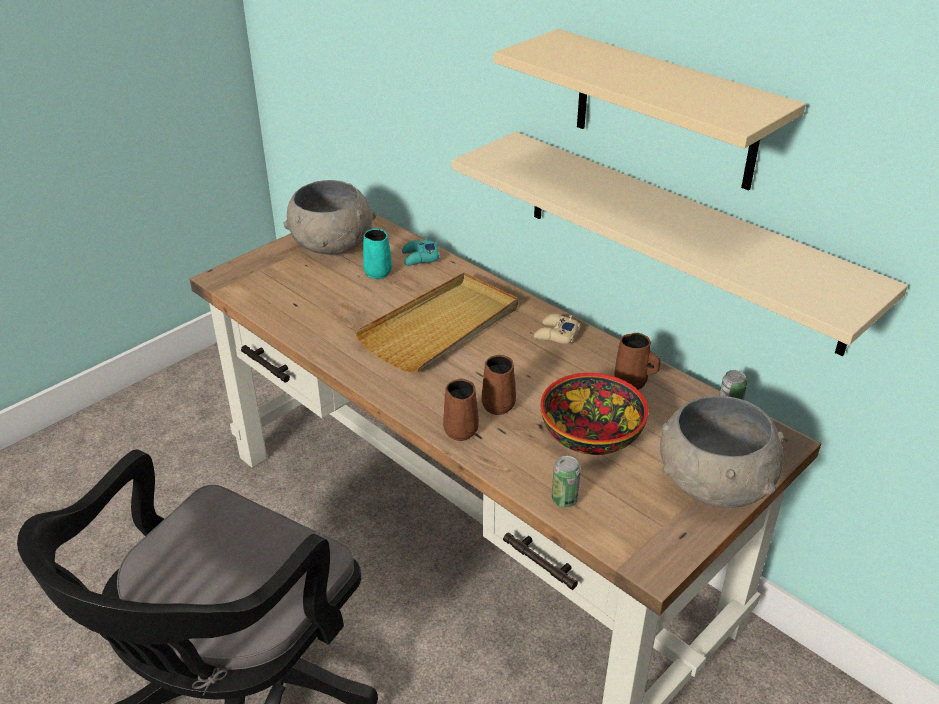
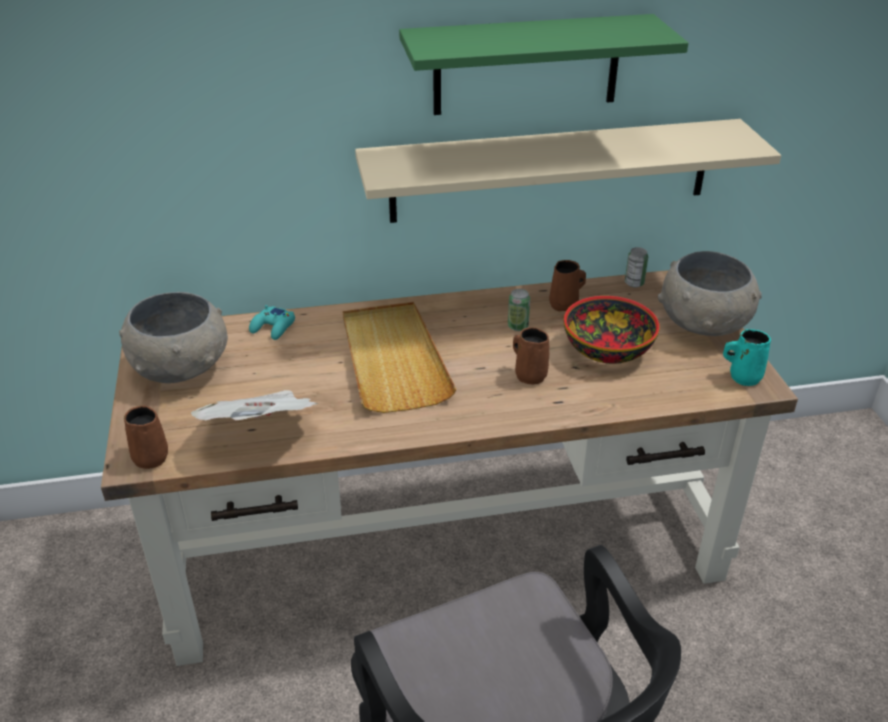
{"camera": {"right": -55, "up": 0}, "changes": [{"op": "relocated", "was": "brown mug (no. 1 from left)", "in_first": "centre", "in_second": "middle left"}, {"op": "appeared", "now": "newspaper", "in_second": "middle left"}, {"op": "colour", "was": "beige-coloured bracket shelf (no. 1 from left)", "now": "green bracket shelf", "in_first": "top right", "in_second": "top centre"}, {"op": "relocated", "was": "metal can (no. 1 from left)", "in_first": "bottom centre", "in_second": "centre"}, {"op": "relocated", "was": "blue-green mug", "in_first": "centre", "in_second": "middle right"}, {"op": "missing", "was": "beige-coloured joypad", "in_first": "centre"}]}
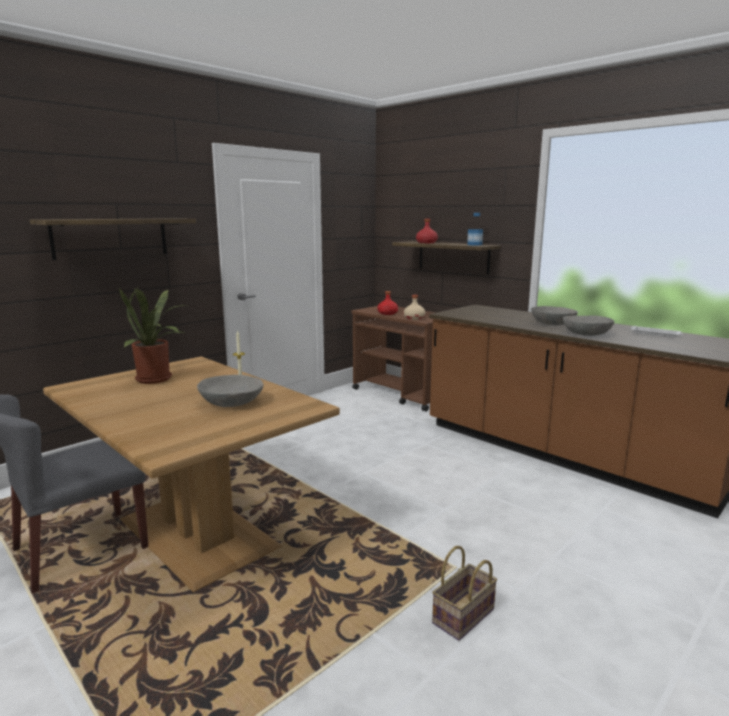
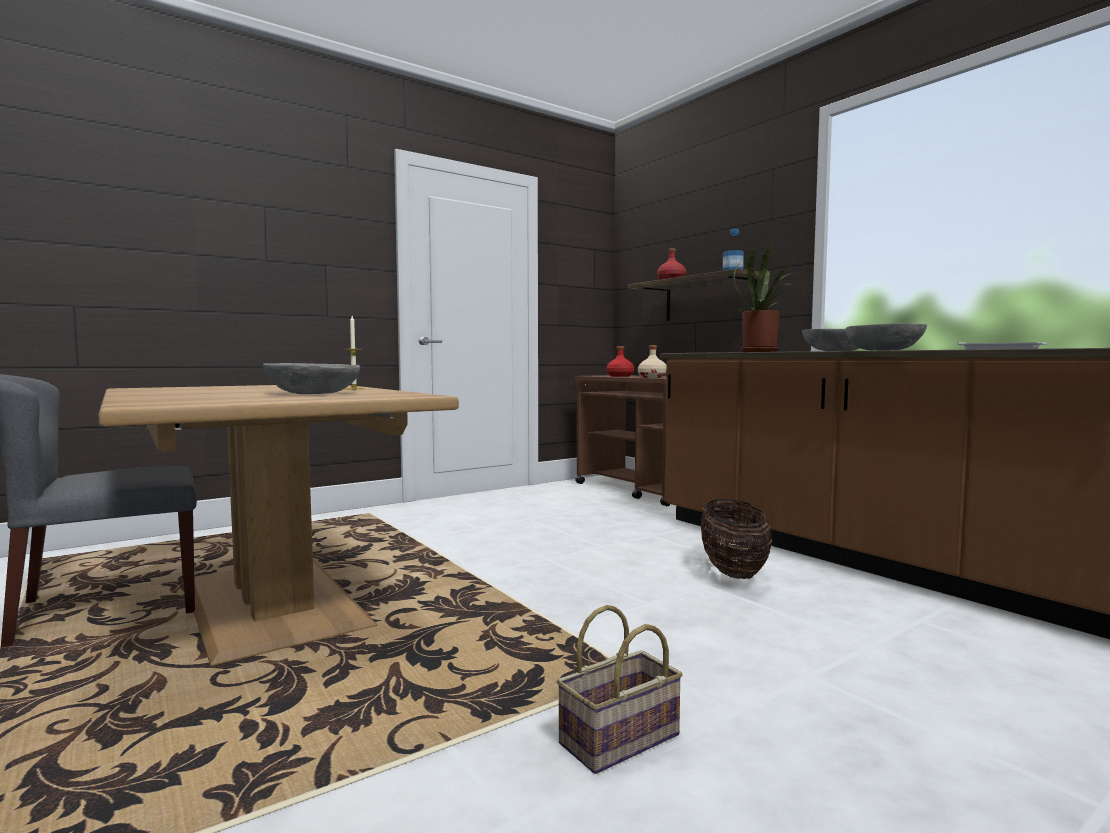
{"camera": {"right": 10, "up": -10}, "changes": [{"op": "appeared", "now": "storage basket (no. 2 from left)", "in_second": "centre"}, {"op": "relocated", "was": "houseplant", "in_first": "middle left", "in_second": "middle right"}, {"op": "missing", "was": "bracket shelf (no. 1 from left)", "in_first": "middle left"}]}
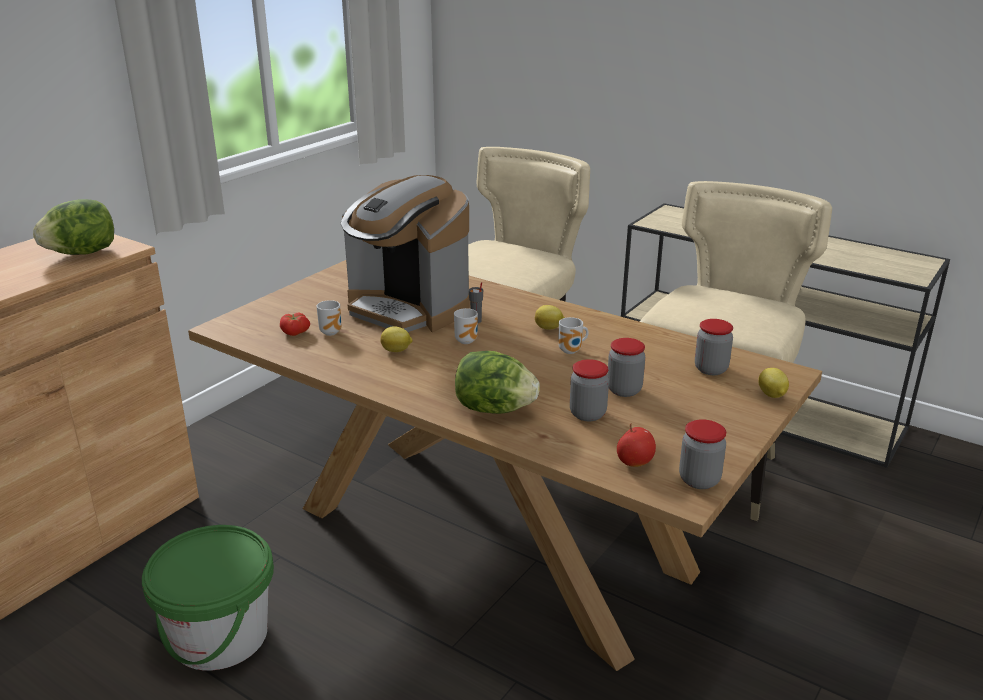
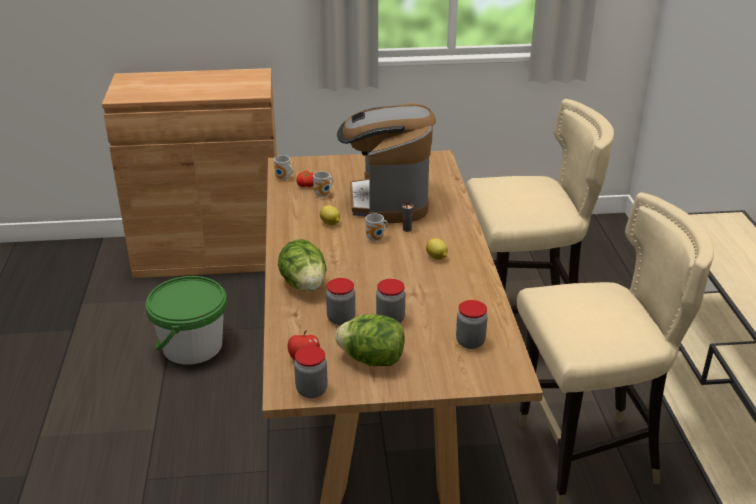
{"camera": {"right": 50, "up": 5}, "changes": [{"op": "relocated", "was": "mug (no. 3 from left in the first image)", "now": "mug (no. 1 from left)", "in_first": "centre", "in_second": "top centre"}, {"op": "relocated", "was": "lettuce (no. 1 from left in the first image)", "now": "lettuce (no. 2 from left)", "in_first": "top left", "in_second": "bottom centre"}, {"op": "missing", "was": "lemon (no. 3 from left)", "in_first": "middle right"}]}
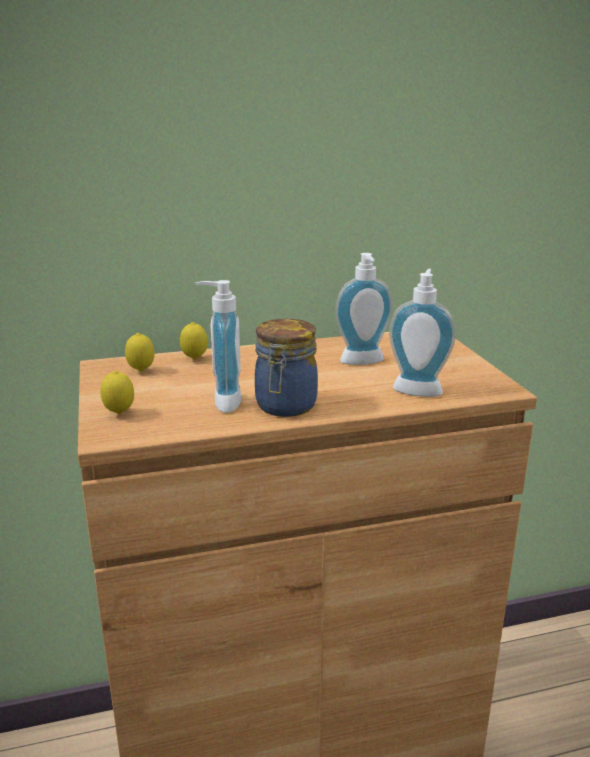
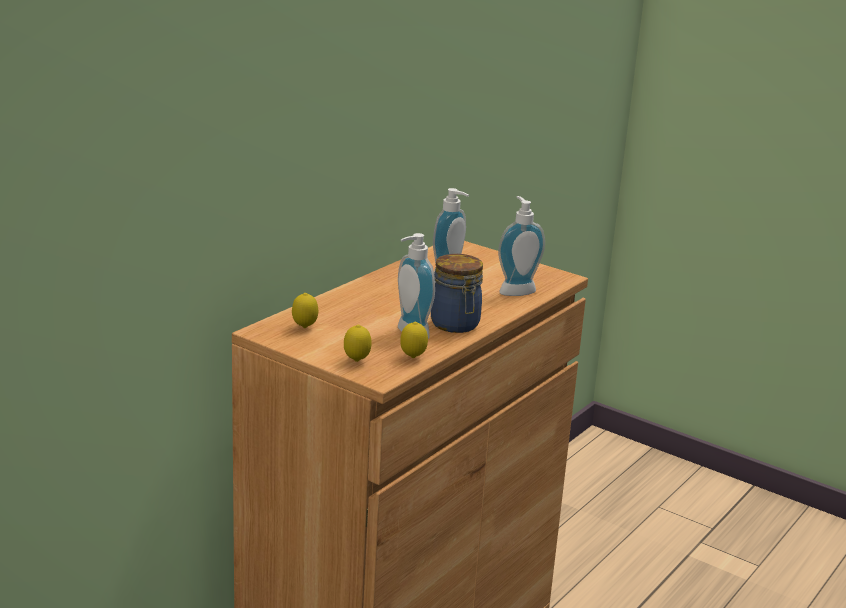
{"camera": {"right": -40, "up": 0}, "changes": [{"op": "relocated", "was": "lemon (no. 3 from left)", "in_first": "middle left", "in_second": "centre"}]}
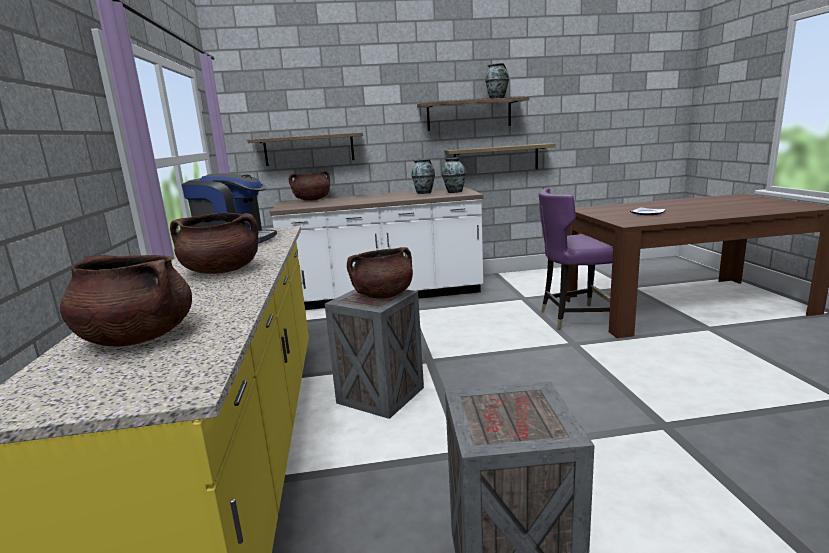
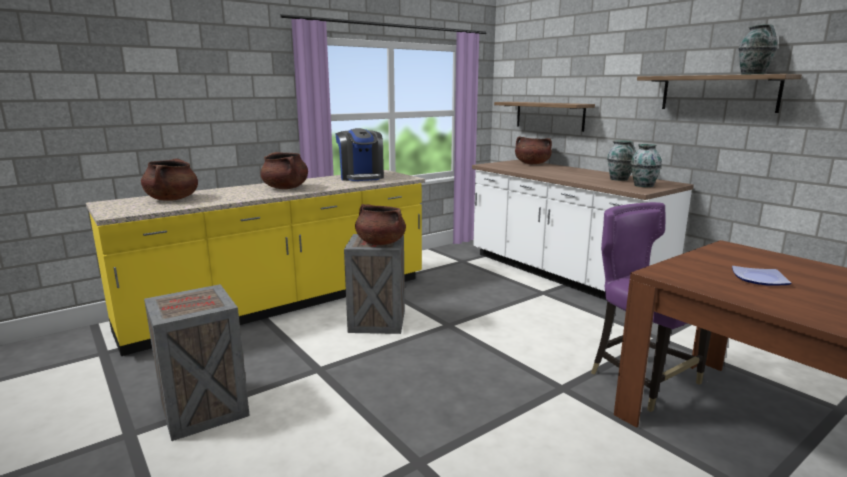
{"camera": {"right": 60, "up": 0}, "changes": [{"op": "missing", "was": "bracket shelf (no. 3 from left)", "in_first": "top centre"}]}
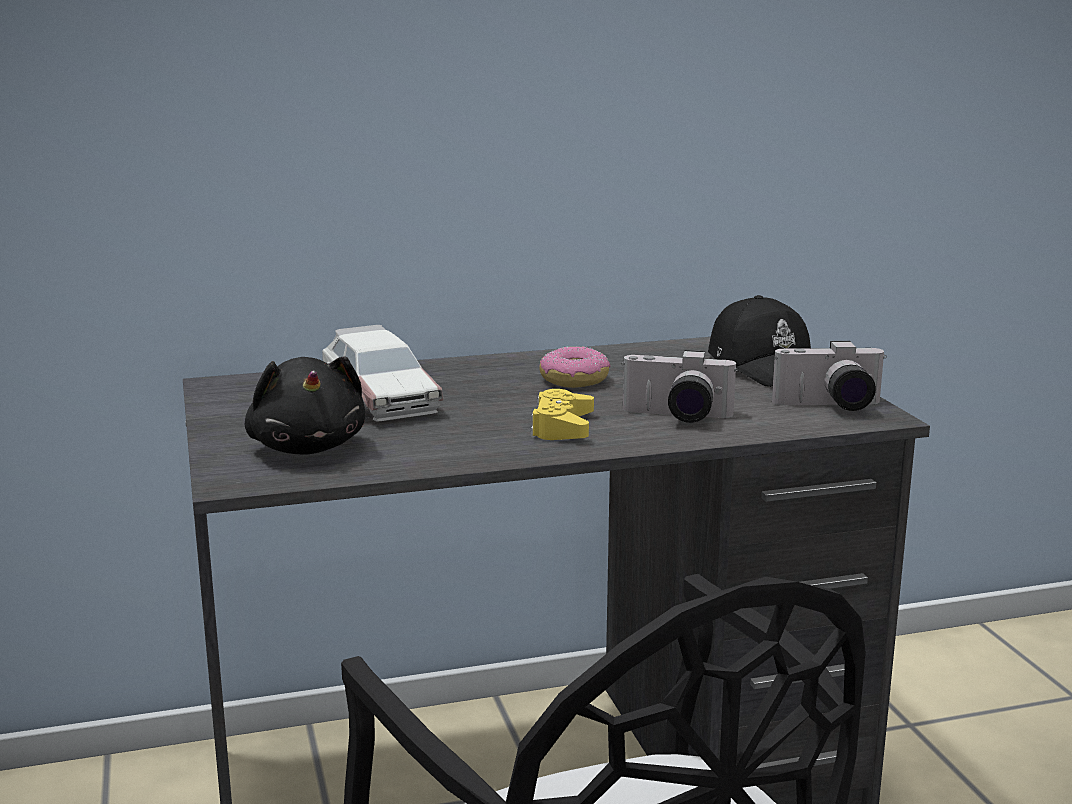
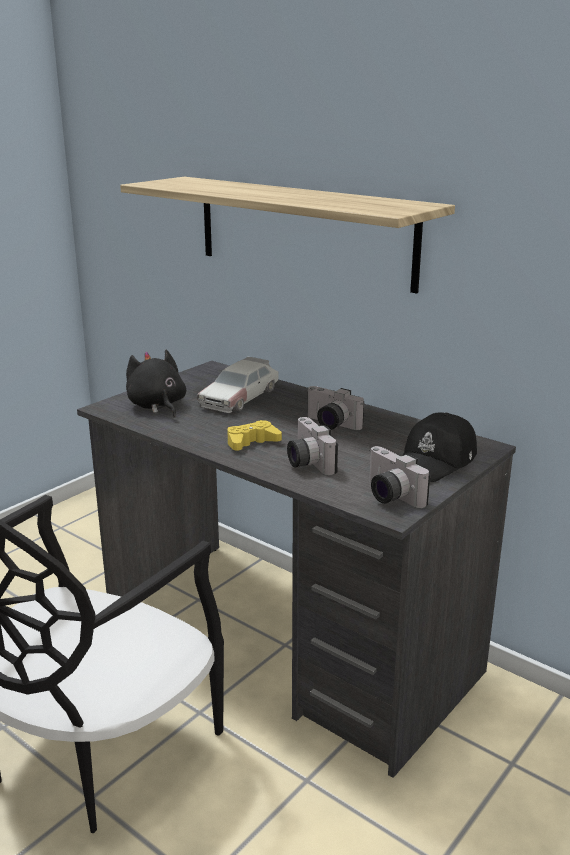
{"camera": {"right": 55, "up": 5}, "changes": [{"op": "appeared", "now": "bracket shelf", "in_second": "top centre"}, {"op": "spun", "was": "black cuddly toy", "in_first": "middle left", "in_second": "middle left", "clockwise": 120}, {"op": "exchanged", "was": "doughnut", "now": "still camera (no. 2 from left)", "in_first": "centre", "in_second": "centre"}]}
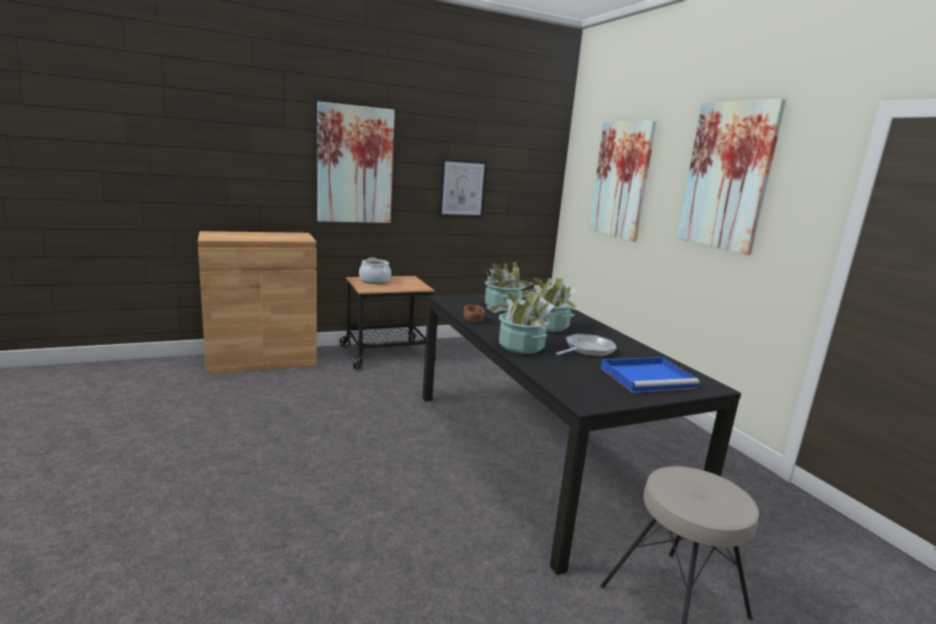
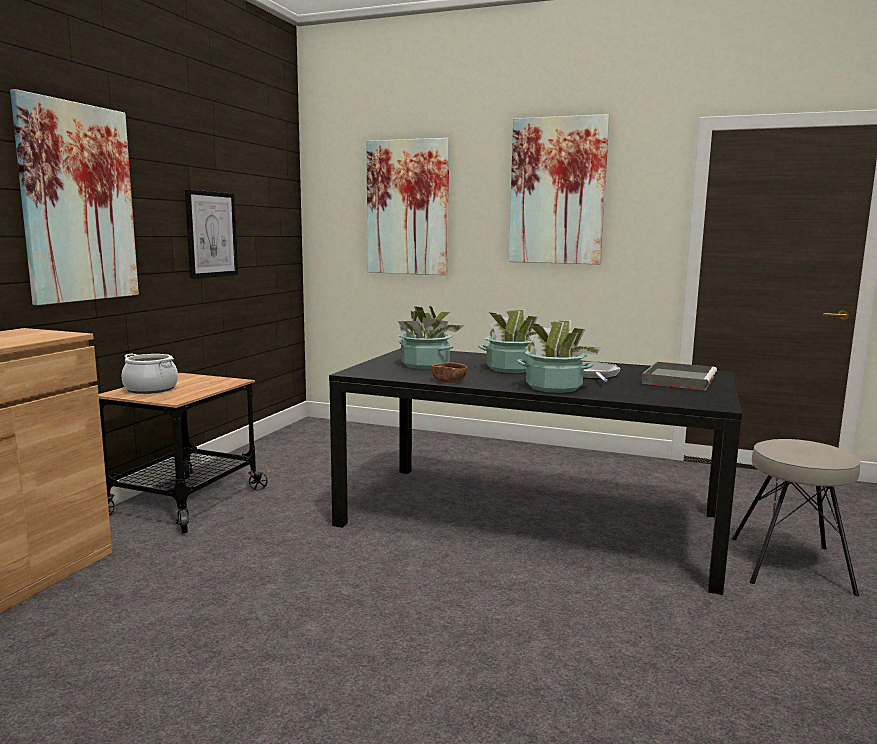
{"camera": {"right": -45, "up": -5}, "changes": [{"op": "colour", "was": "blue-coloured carrying tray", "now": "gray carrying tray", "in_first": "middle right", "in_second": "middle right"}]}
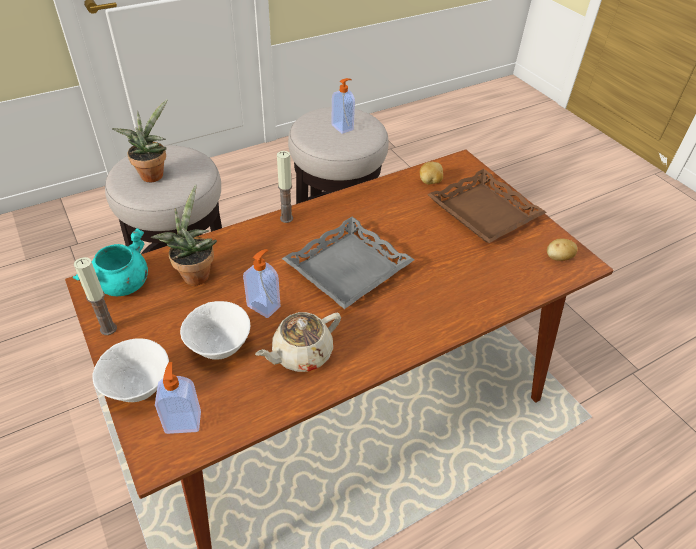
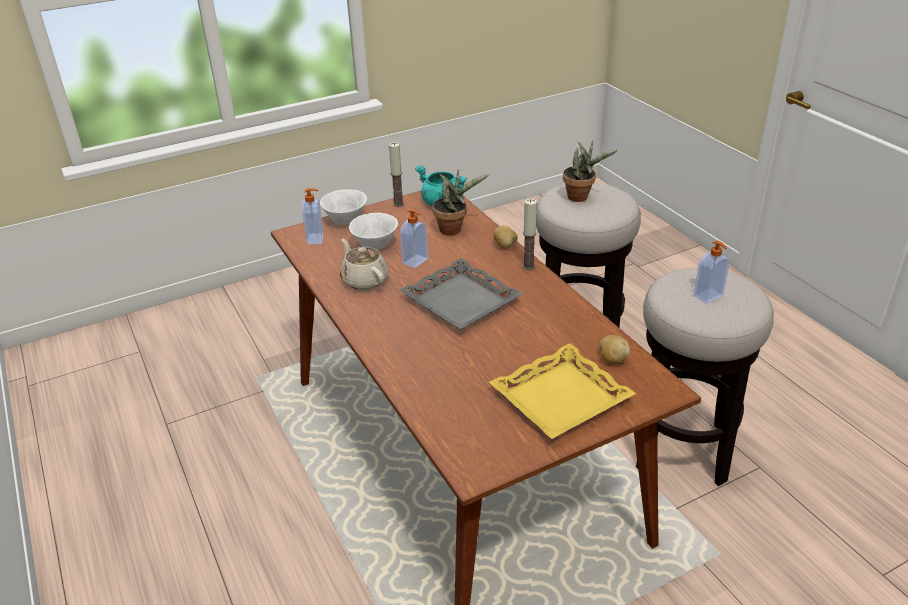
{"camera": {"right": 95, "up": -10}, "changes": [{"op": "colour", "was": "brown carrying tray", "now": "yellow carrying tray", "in_first": "middle right", "in_second": "centre"}, {"op": "relocated", "was": "potato (no. 2 from left in the first image)", "now": "potato (no. 1 from left)", "in_first": "middle right", "in_second": "centre"}]}
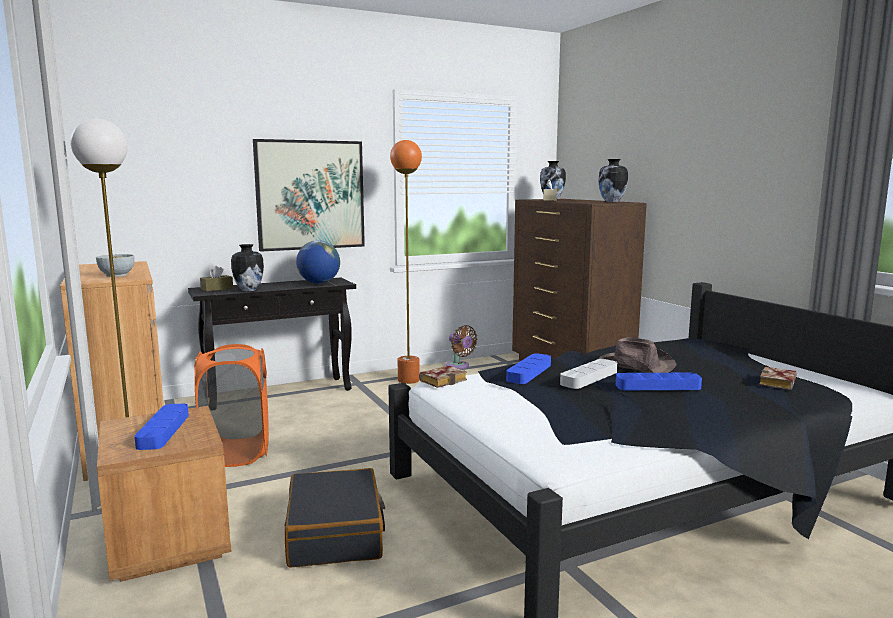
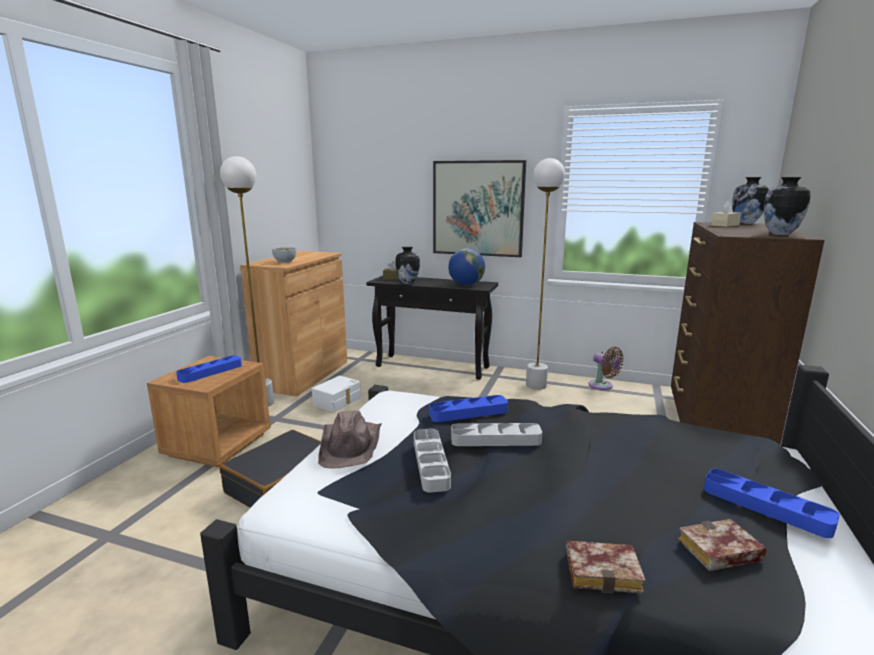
{"camera": {"right": 45, "up": 5}, "changes": [{"op": "exchanged", "was": "orange-coloured washing basket", "now": "white storage container", "in_first": "middle left", "in_second": "centre"}, {"op": "relocated", "was": "brown hat", "in_first": "middle right", "in_second": "bottom centre"}, {"op": "appeared", "now": "gray carrying tray (no. 1 from left)", "in_second": "bottom centre"}, {"op": "colour", "was": "orange-coloured standard lamp", "now": "white standard lamp (no. 2 from left)", "in_first": "centre", "in_second": "centre"}, {"op": "relocated", "was": "bound book (no. 1 from left)", "in_first": "centre", "in_second": "bottom right"}, {"op": "spun", "was": "brown electric fan", "in_first": "centre", "in_second": "middle right", "clockwise": -45}, {"op": "relocated", "was": "blue-coloured carrying tray (no. 3 from left)", "in_first": "middle right", "in_second": "bottom right"}]}
